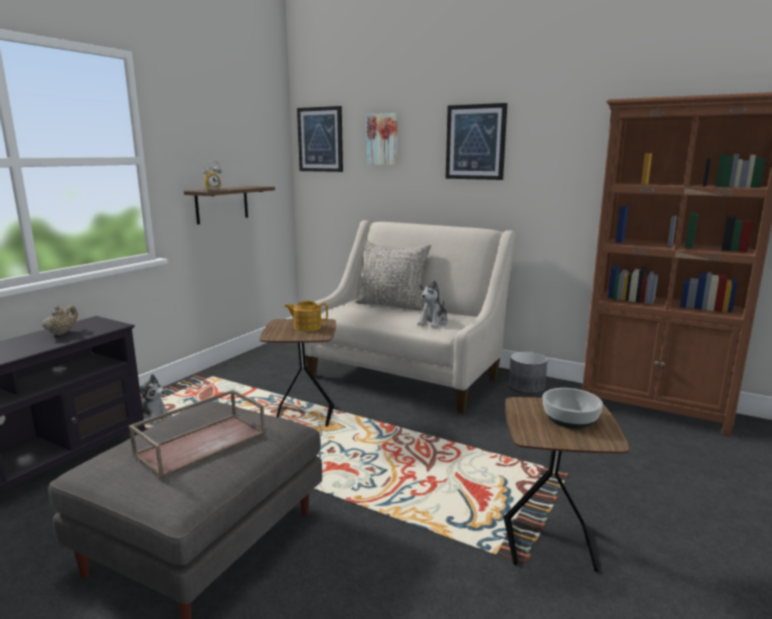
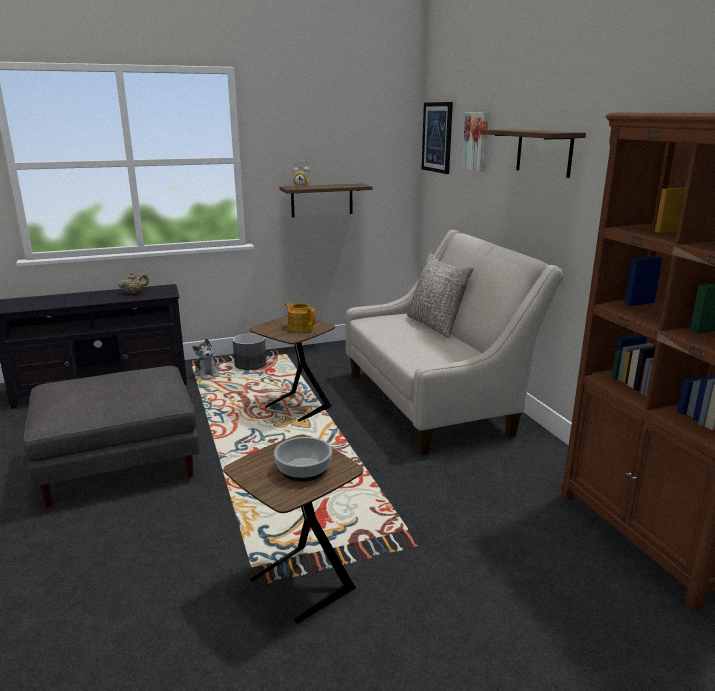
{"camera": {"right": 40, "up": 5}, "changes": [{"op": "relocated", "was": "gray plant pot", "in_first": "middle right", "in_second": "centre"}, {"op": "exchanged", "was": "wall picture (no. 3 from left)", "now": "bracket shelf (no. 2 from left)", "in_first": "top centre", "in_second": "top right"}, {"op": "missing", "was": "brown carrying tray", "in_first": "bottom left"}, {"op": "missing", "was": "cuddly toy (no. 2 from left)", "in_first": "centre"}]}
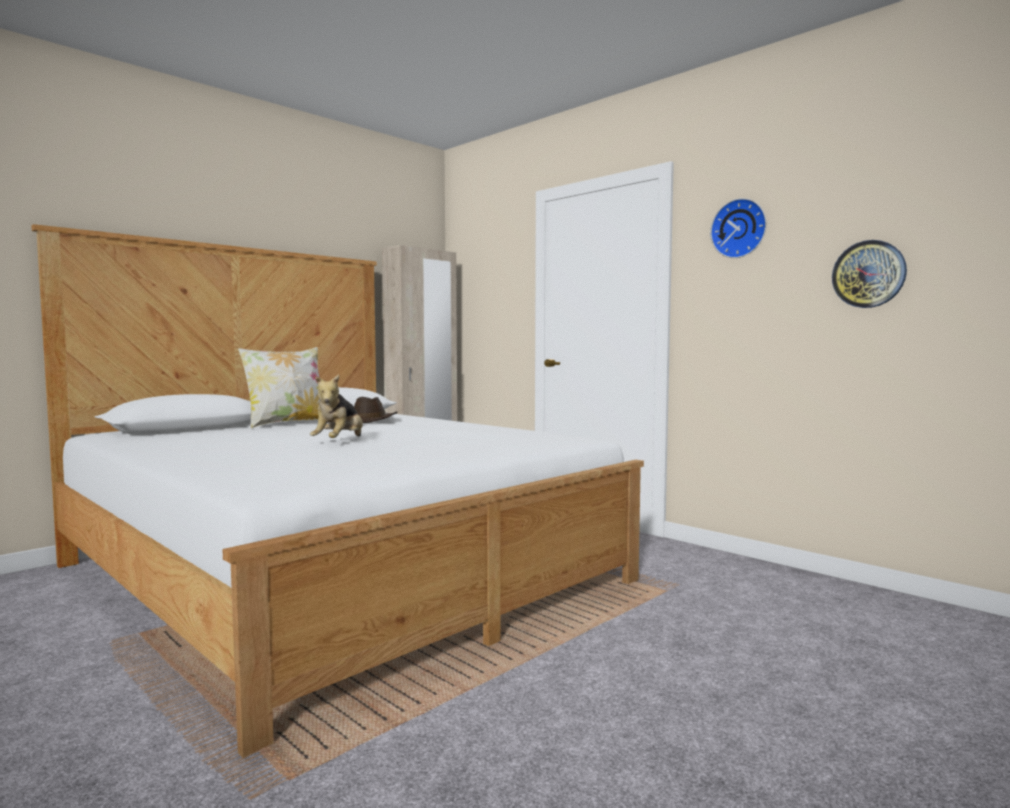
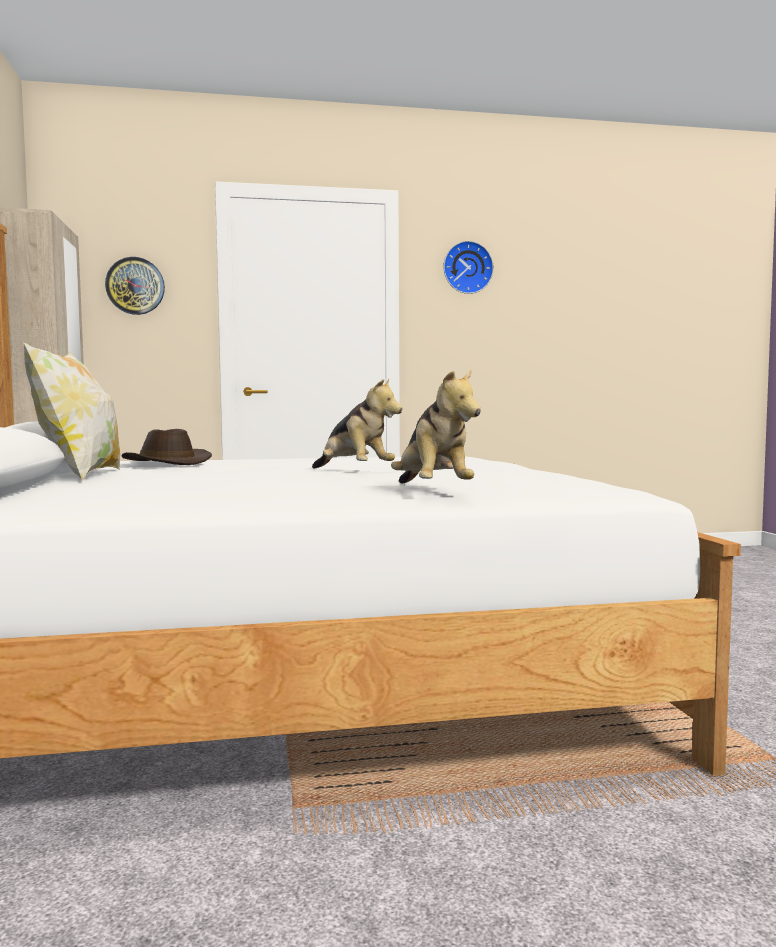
{"camera": {"right": -55, "up": 0}, "changes": [{"op": "relocated", "was": "hanging clock (no. 2 from left in the first image)", "now": "hanging clock (no. 1 from left)", "in_first": "middle right", "in_second": "top left"}, {"op": "appeared", "now": "cuddly toy (no. 2 from left)", "in_second": "centre"}]}
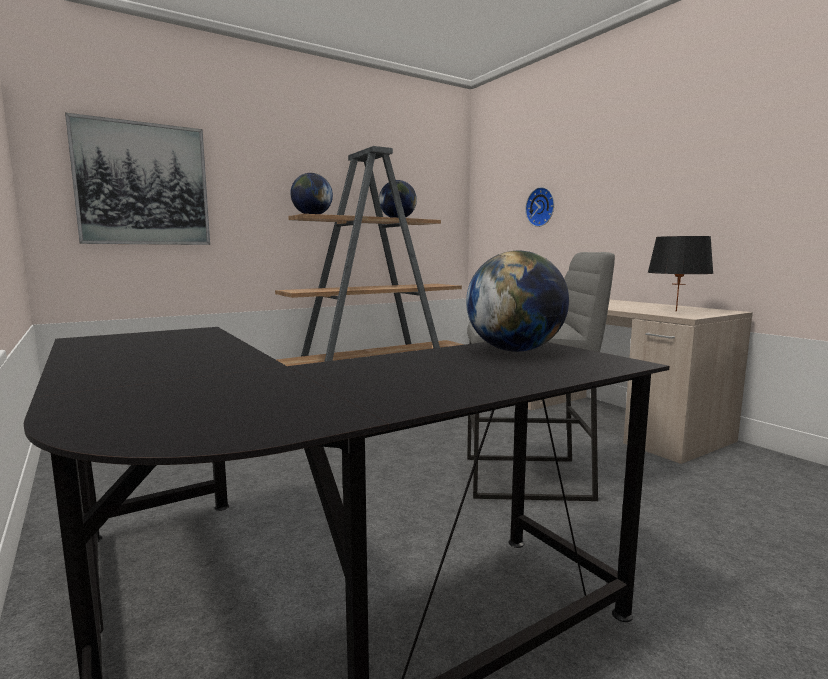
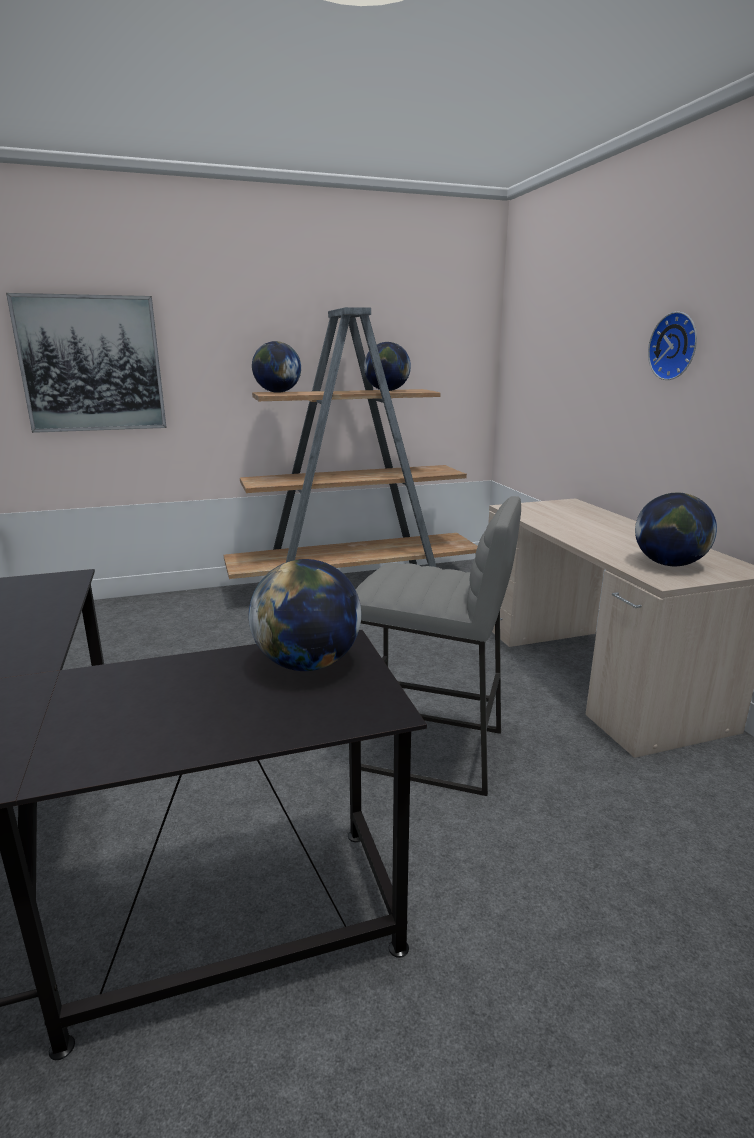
{"camera": {"right": 15, "up": 10}, "changes": [{"op": "exchanged", "was": "black table lamp", "now": "world globe (no. 4 from left)", "in_first": "middle right", "in_second": "middle right"}, {"op": "relocated", "was": "hanging clock", "in_first": "top centre", "in_second": "top right"}]}
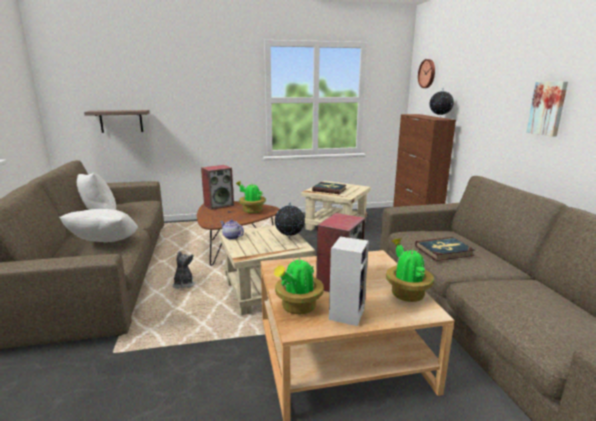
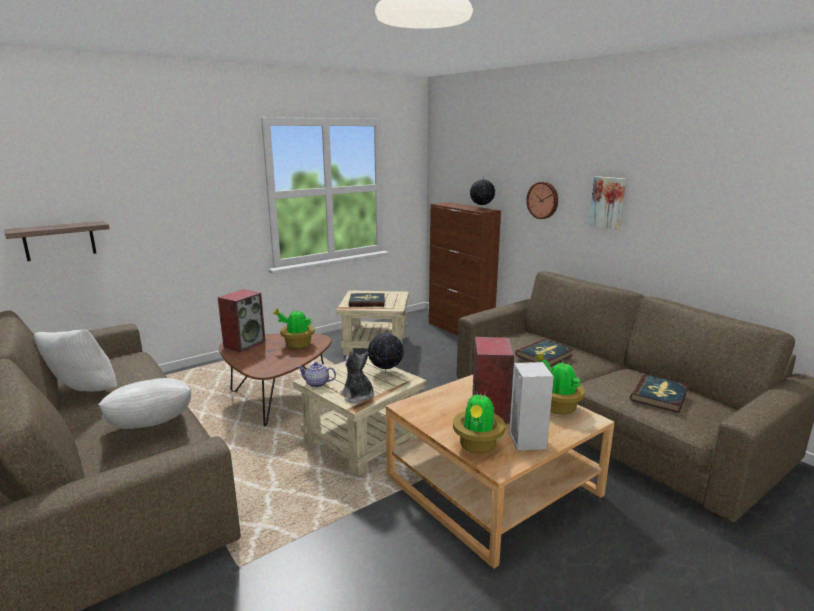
{"camera": {"right": -25, "up": 0}, "changes": [{"op": "relocated", "was": "cuddly toy", "in_first": "middle left", "in_second": "centre"}, {"op": "relocated", "was": "hanging clock", "in_first": "top right", "in_second": "top centre"}, {"op": "appeared", "now": "bound book (no. 3 from left)", "in_second": "middle right"}]}
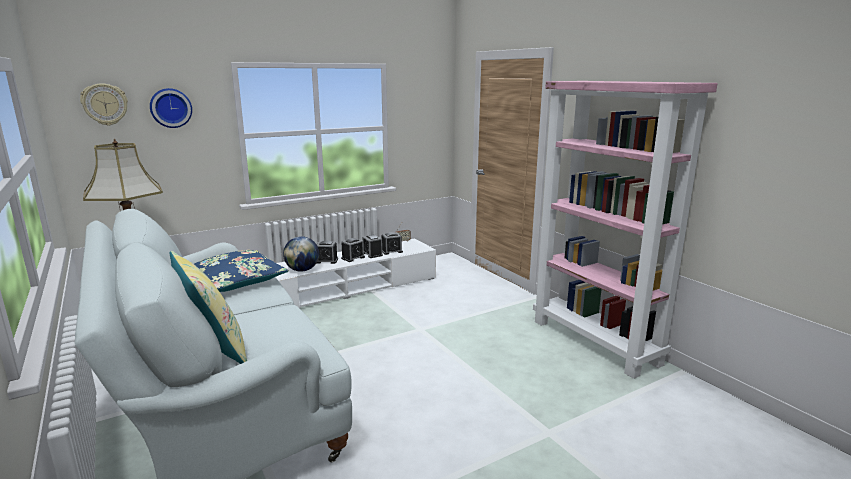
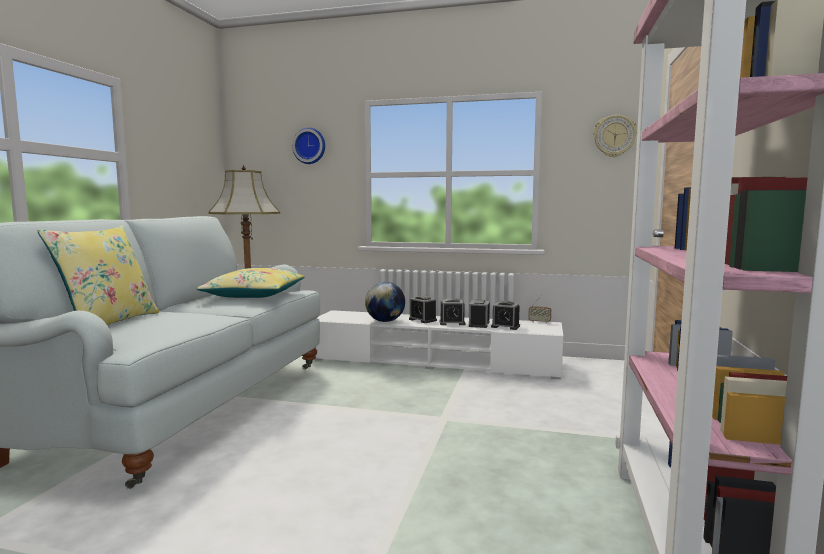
{"camera": {"right": 45, "up": -10}, "changes": [{"op": "colour", "was": "blue-coloured pillow", "now": "yellow pillow (no. 2 from left)", "in_first": "middle left", "in_second": "middle left"}, {"op": "relocated", "was": "hanging clock (no. 1 from left in the first image)", "now": "hanging clock (no. 2 from left)", "in_first": "top left", "in_second": "top right"}]}
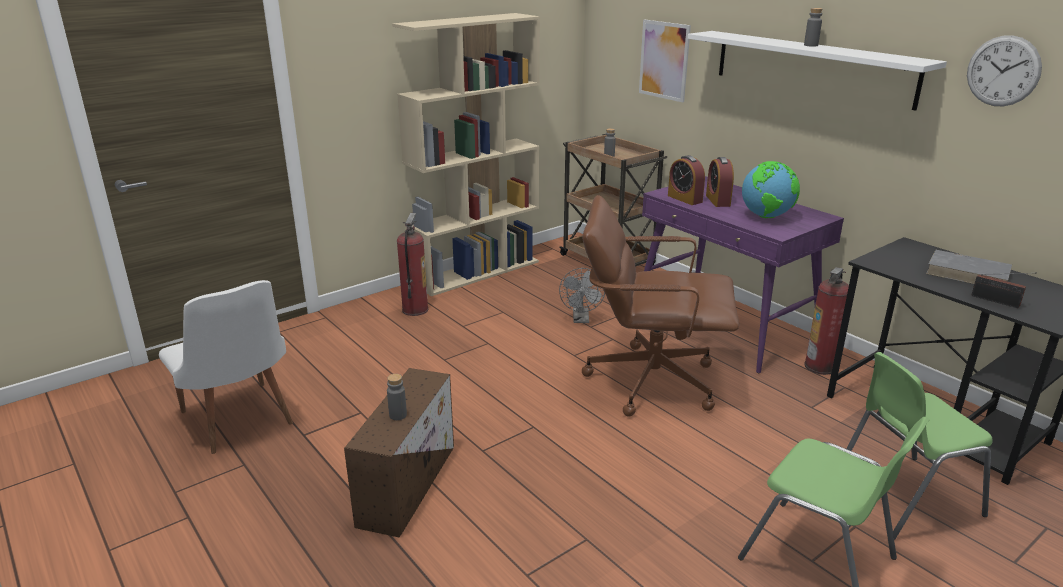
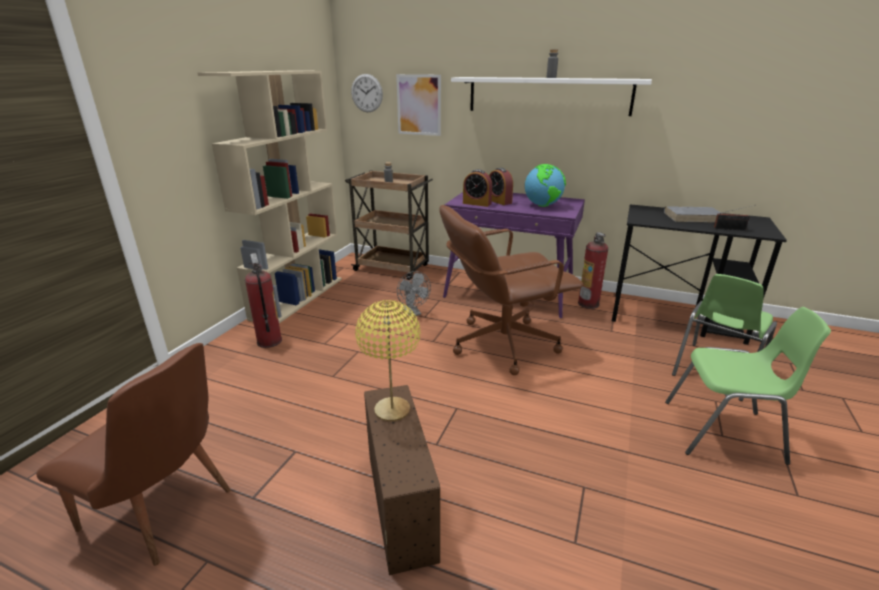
{"camera": {"right": -30, "up": 0}, "changes": [{"op": "colour", "was": "white upright chair", "now": "brown upright chair", "in_first": "middle left", "in_second": "bottom left"}, {"op": "relocated", "was": "hanging clock", "in_first": "top right", "in_second": "top centre"}, {"op": "appeared", "now": "yellow table lamp", "in_second": "centre"}, {"op": "missing", "was": "gray beverage bottle (no. 1 from left)", "in_first": "bottom centre"}]}
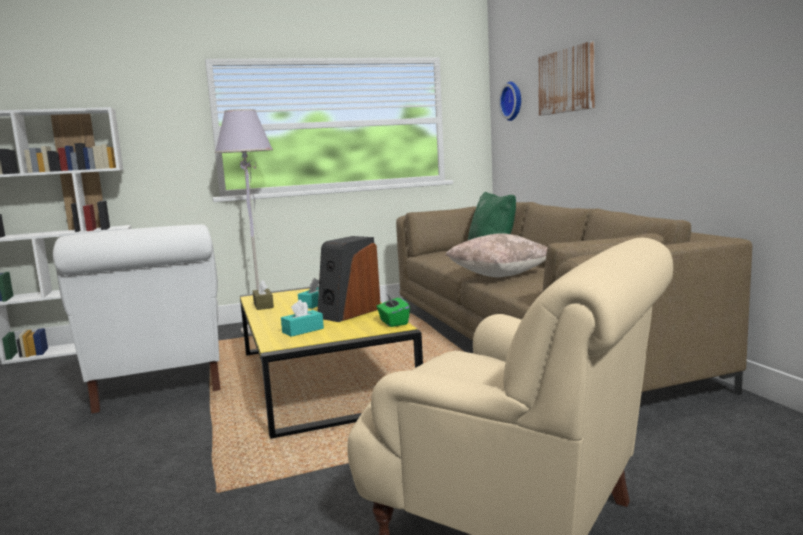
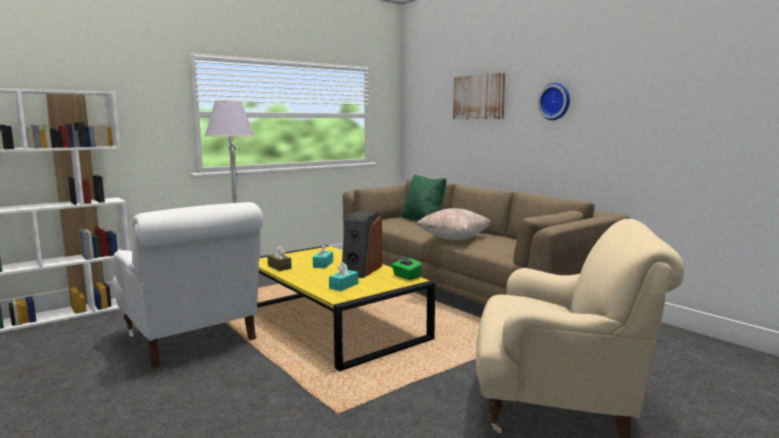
{"camera": {"right": -20, "up": 0}, "changes": [{"op": "relocated", "was": "hanging clock", "in_first": "top centre", "in_second": "top right"}]}
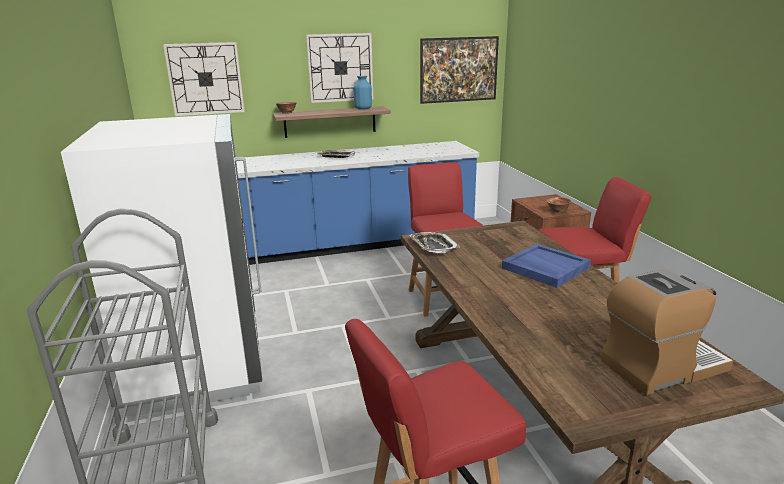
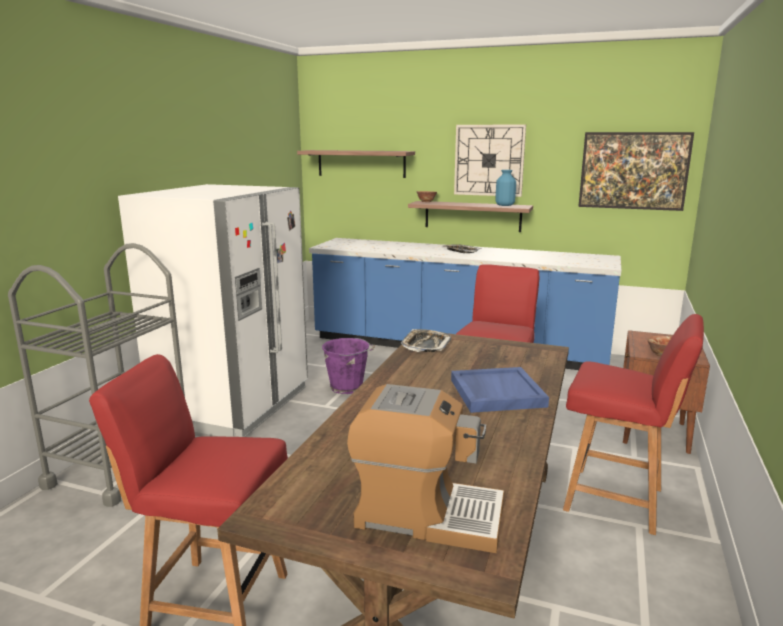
{"camera": {"right": 35, "up": -5}, "changes": [{"op": "exchanged", "was": "hanging clock (no. 1 from left)", "now": "bracket shelf (no. 1 from left)", "in_first": "top left", "in_second": "top centre"}, {"op": "appeared", "now": "purplish water bucket", "in_second": "centre"}]}
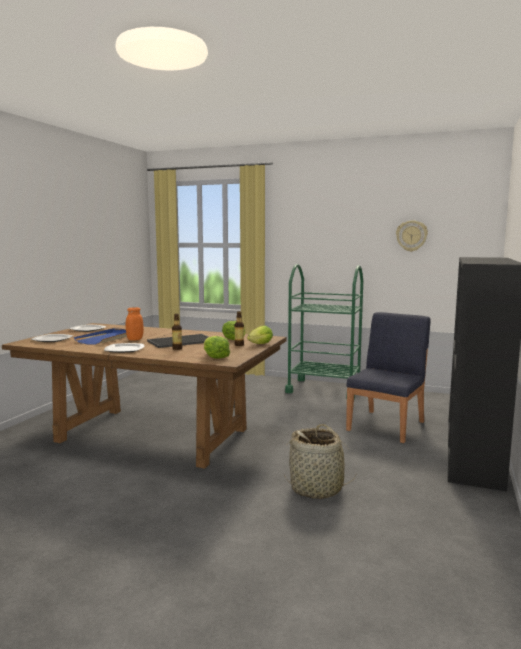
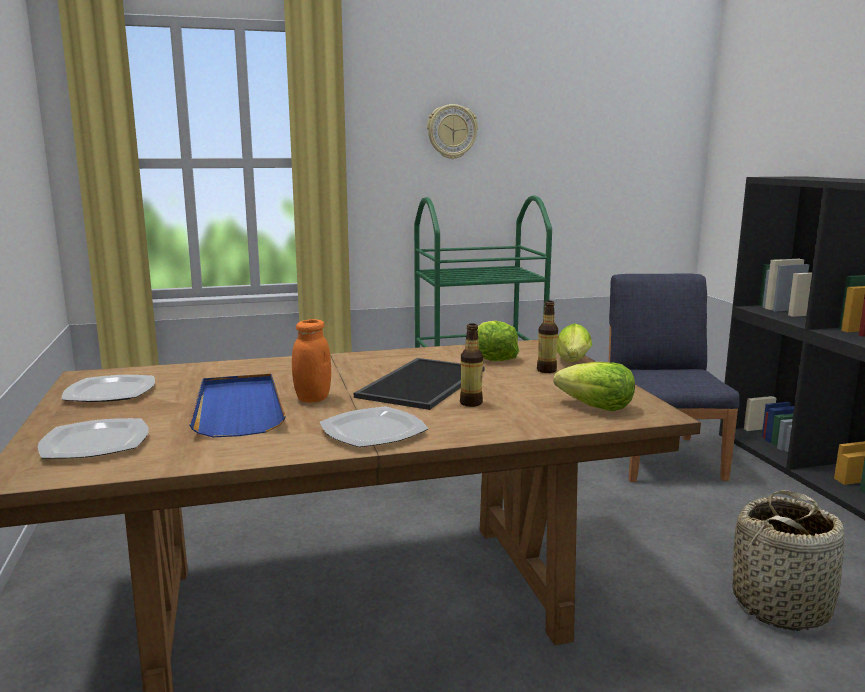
{"camera": {"right": -35, "up": 5}, "changes": [{"op": "relocated", "was": "hanging clock", "in_first": "middle right", "in_second": "top centre"}]}
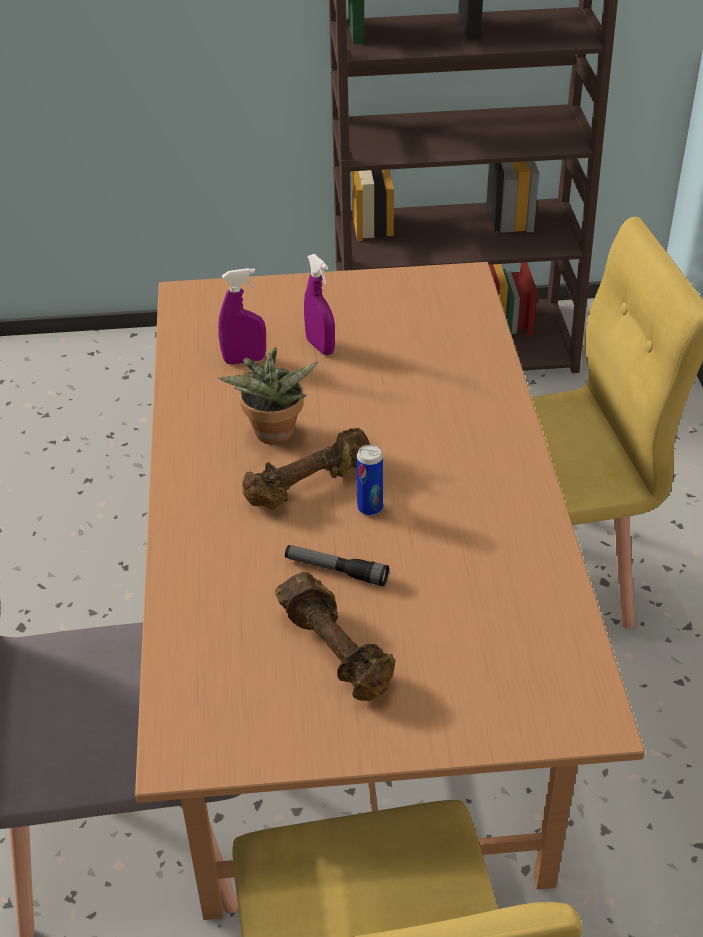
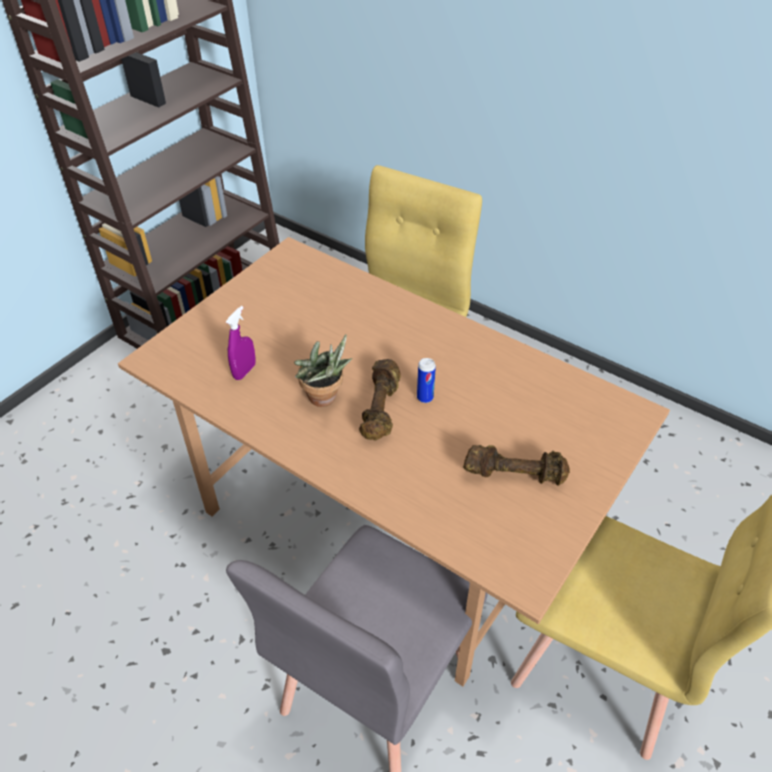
{"camera": {"right": -50, "up": 5}, "changes": [{"op": "missing", "was": "torch", "in_first": "centre"}, {"op": "missing", "was": "purplish spray bottle (no. 2 from left)", "in_first": "top centre"}]}
